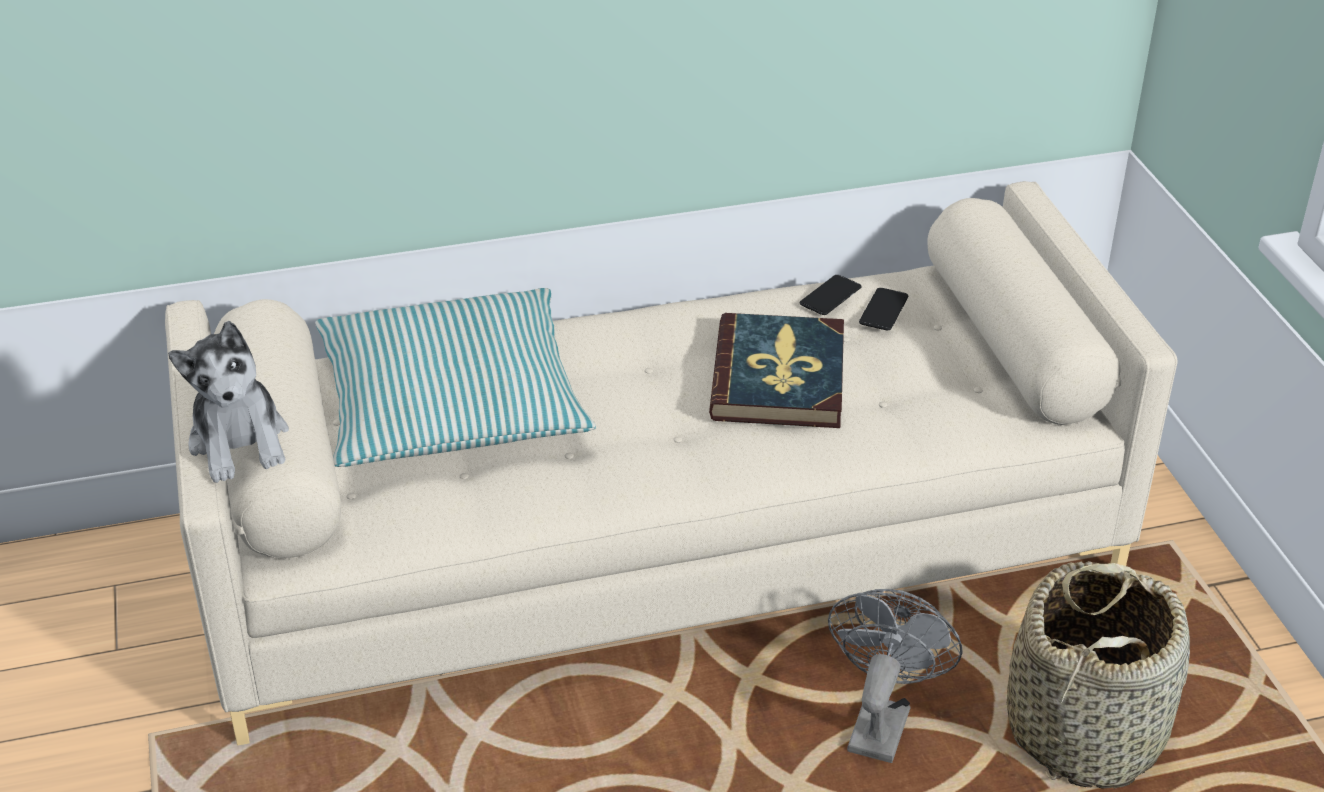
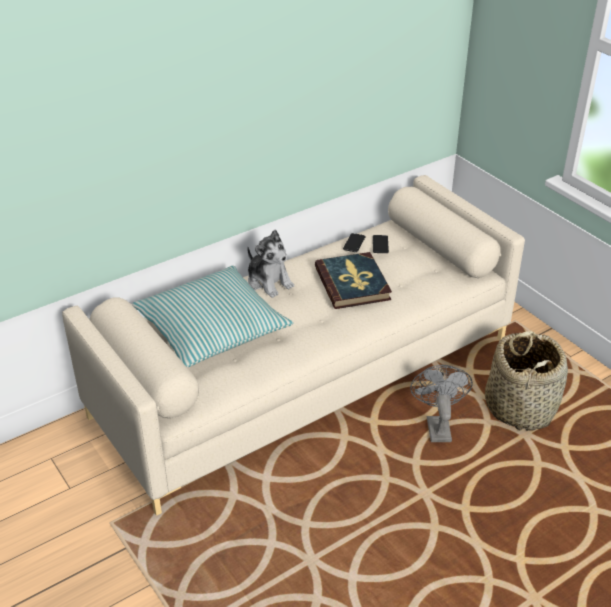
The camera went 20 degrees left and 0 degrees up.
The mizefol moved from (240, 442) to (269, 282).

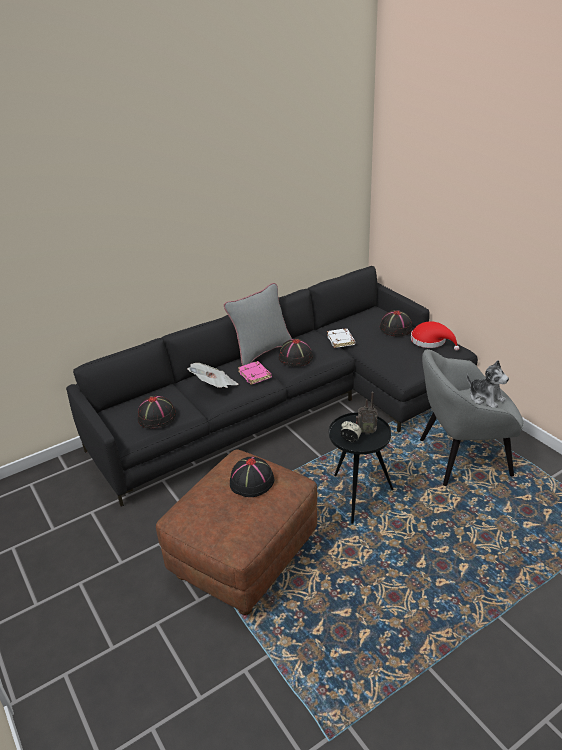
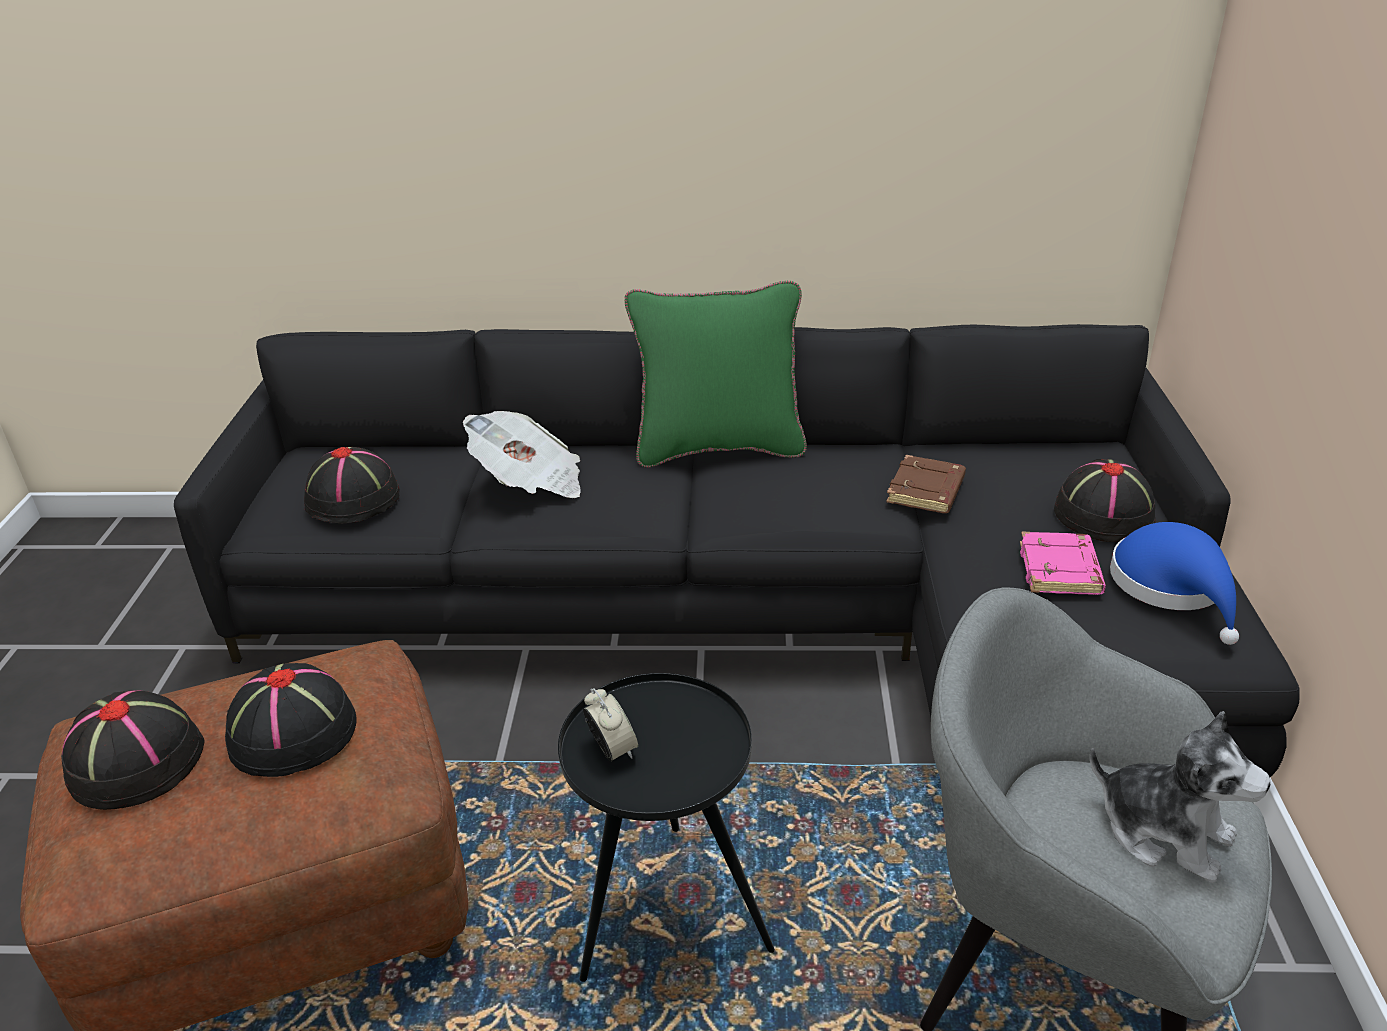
The camera went 35 degrees right and 0 degrees up.
The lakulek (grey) at (261, 351) became the lakulek (green) at (718, 447).
The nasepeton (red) at (431, 341) became the nasepeton (blue) at (1173, 586).
The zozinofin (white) at (341, 340) became the zozinofin (brown) at (926, 491).
The nasepeton (black) moved from (295, 357) to (134, 761).
The mizefol at (485, 398) turned 45 degrees counterclockwise.
The zozinofin (pink) moved from (255, 375) to (1061, 570).
The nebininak at (366, 431) disappeared.

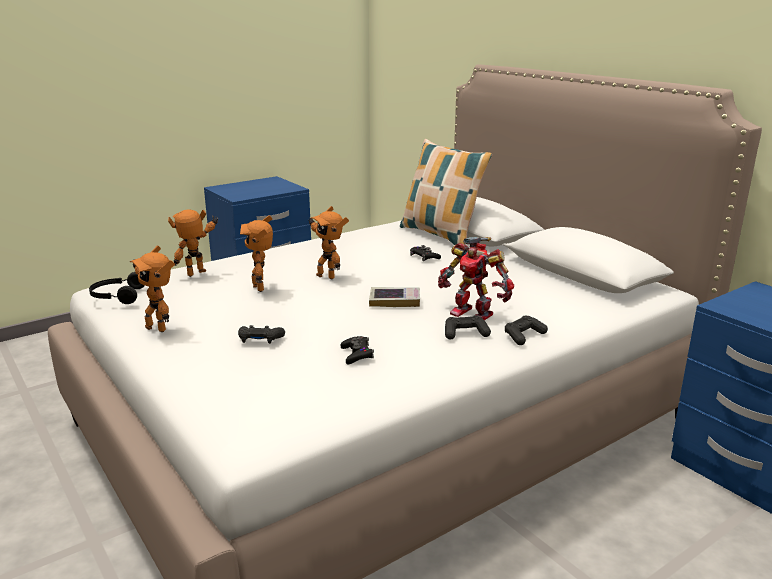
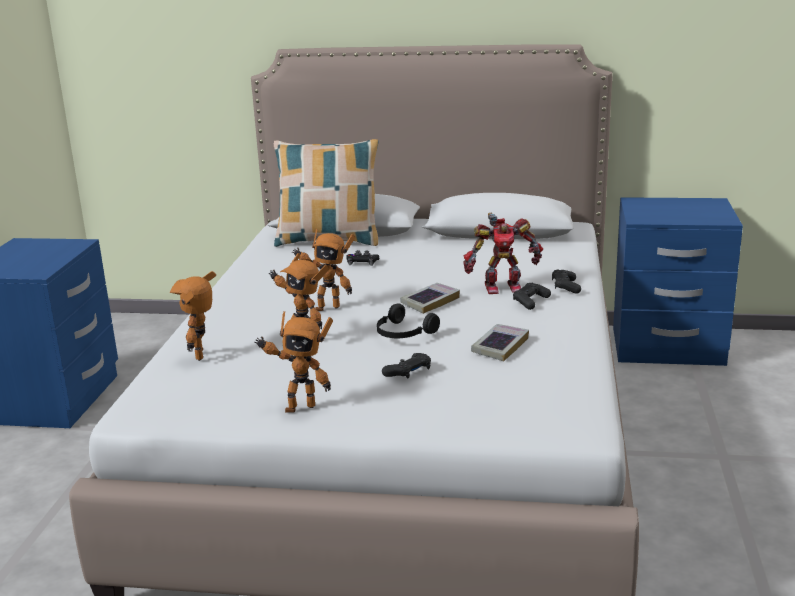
The camera went 45 degrees left and 0 degrees up.
The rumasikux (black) moved from (117, 296) to (403, 333).
The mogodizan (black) at (357, 354) was replaced by the zozinofin at (500, 346).

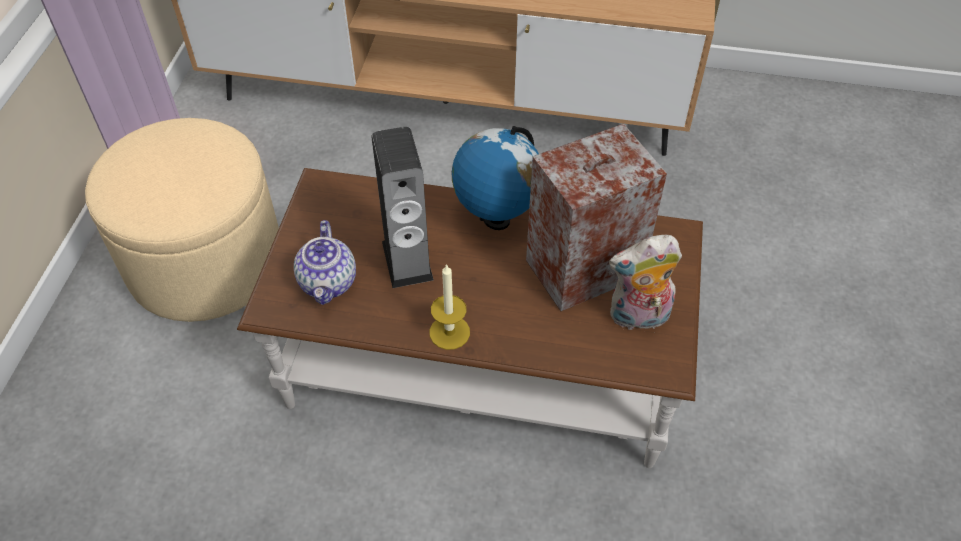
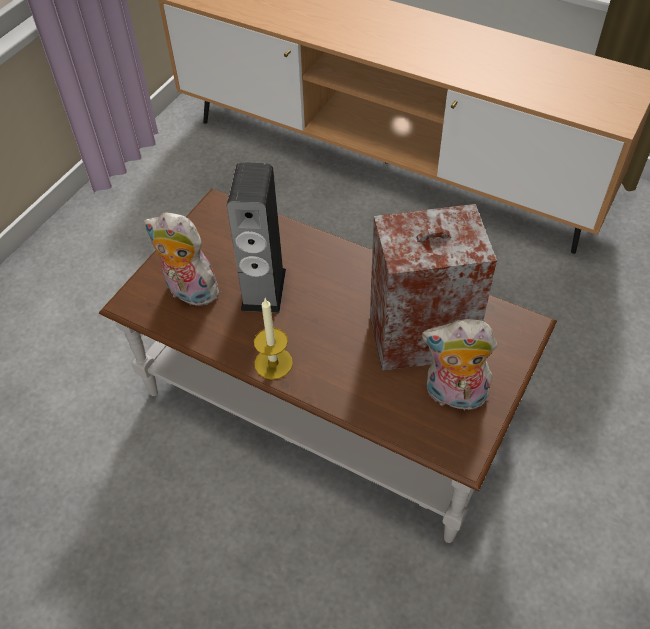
The camera went 20 degrees right and 0 degrees up.
The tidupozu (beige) at (206, 262) disappeared.
The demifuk at (496, 219) disappeared.
The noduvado at (329, 282) was replaced by the mizefol at (189, 292).

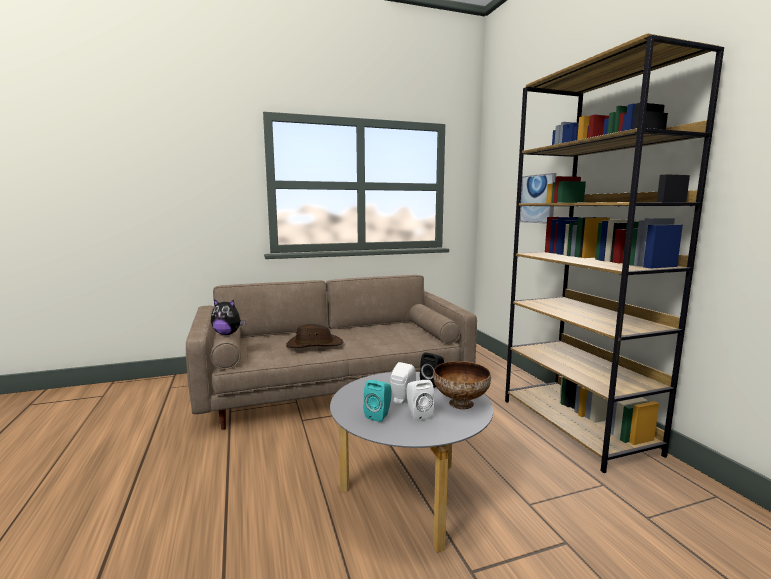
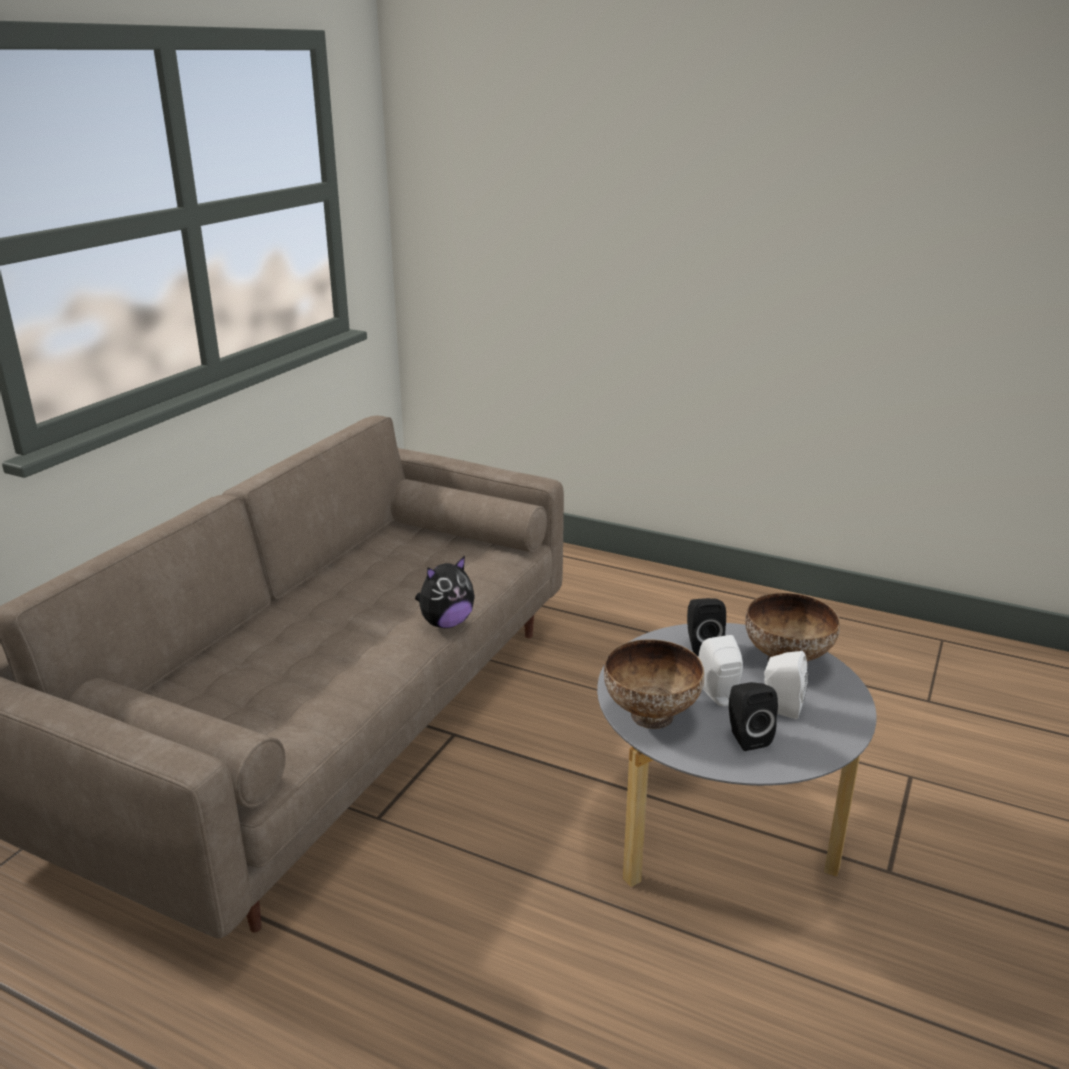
The camera went 45 degrees left and 15 degrees up.
The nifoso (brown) at (577, 426) disappeared.
The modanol at (538, 199) disappeared.
The mizefol moved from (227, 334) to (446, 623).
The nasepeton (brown) at (314, 344) disappeared.
The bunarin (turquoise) at (379, 415) became the bunarin (black) at (746, 737).
The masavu at (650, 715) appeared.

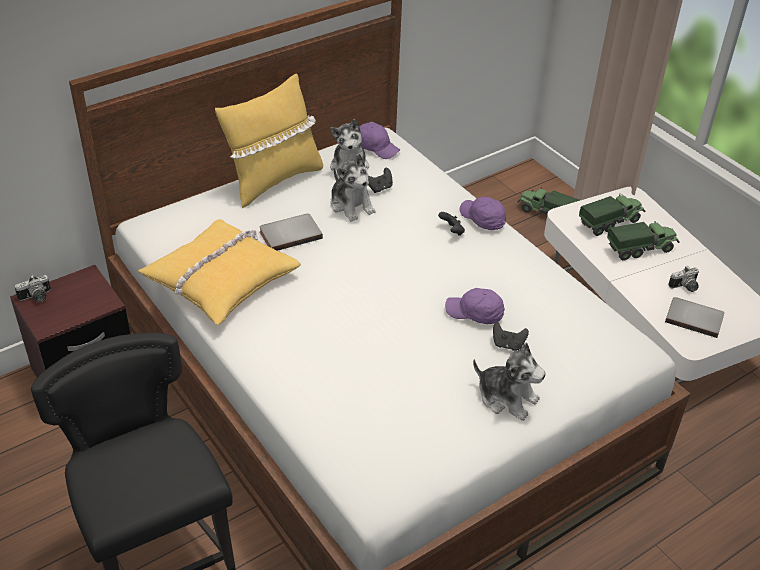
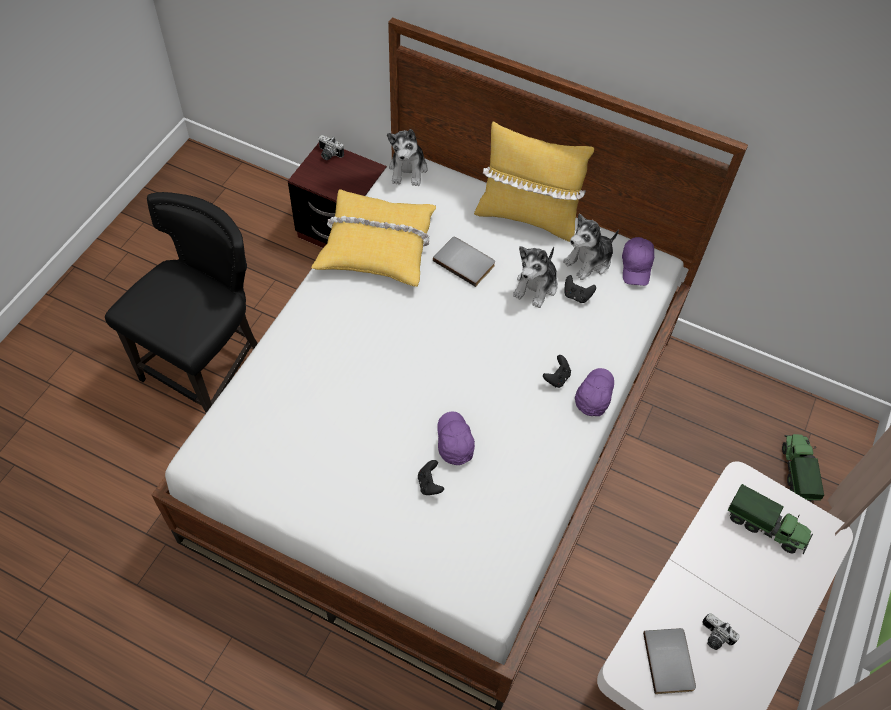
The camera went 60 degrees right and 15 degrees up.
The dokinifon at (641, 249) disappeared.
The mizefol moved from (506, 398) to (408, 169).

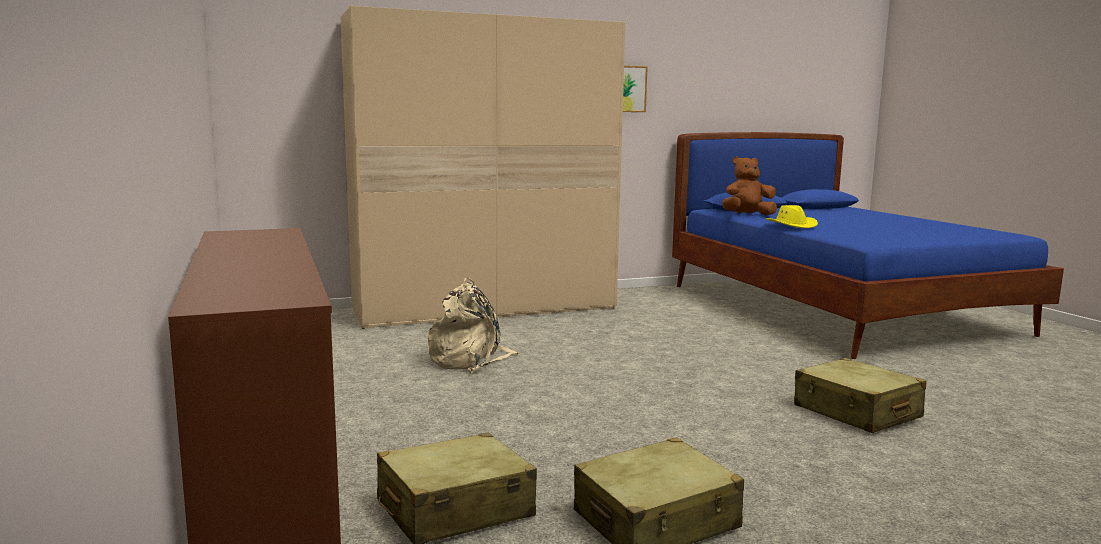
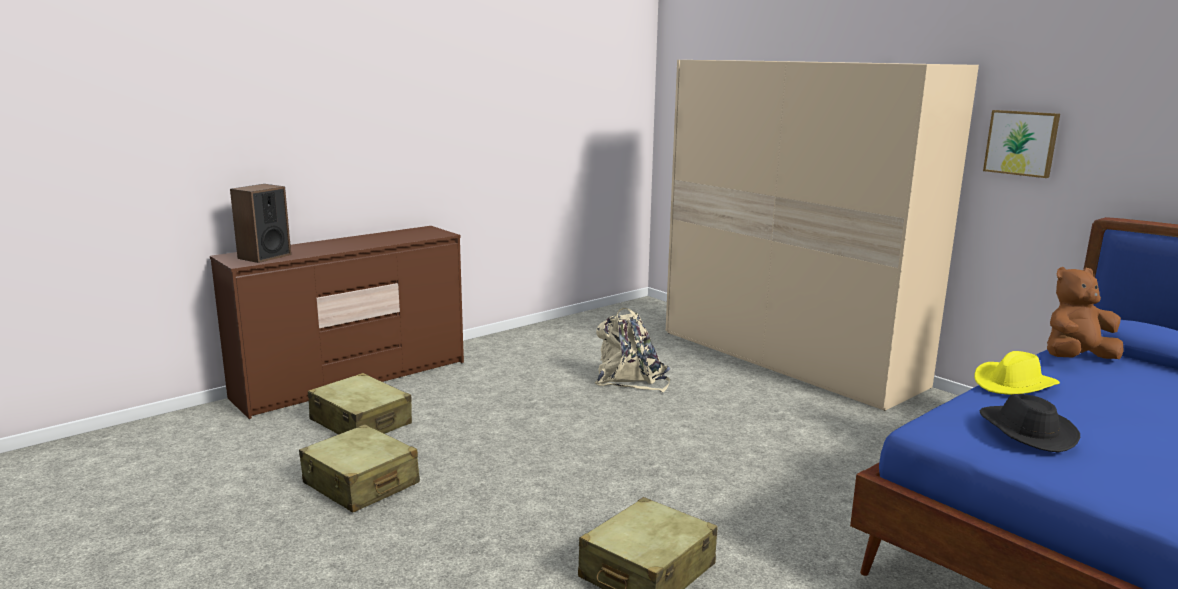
The camera went 70 degrees right and 5 degrees up.
The mizefol (brown) at (747, 215) turned 75 degrees counterclockwise.
The bunarin at (264, 256) appeared.
The nasepeton (black) at (1024, 431) appeared.

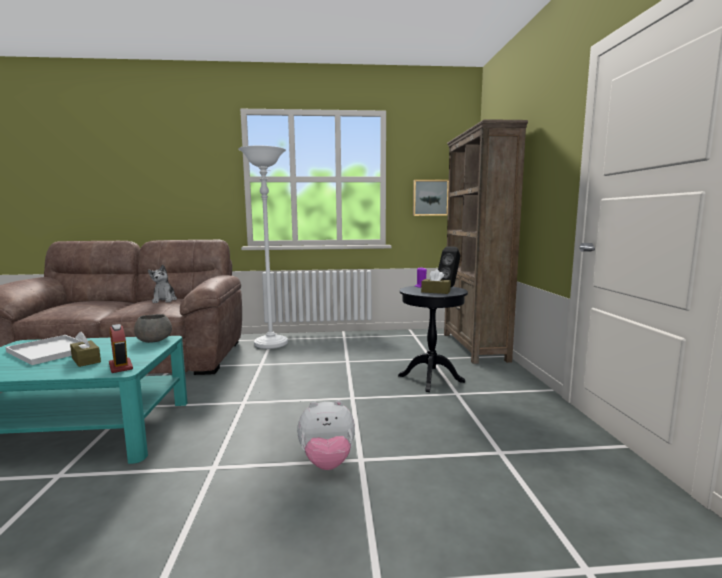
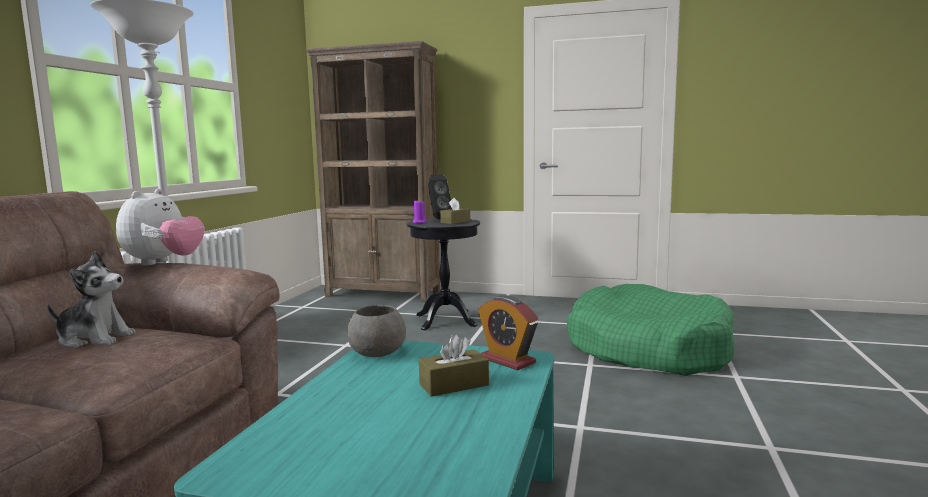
The camera went 70 degrees left and 0 degrees up.
The modanol at (430, 198) disappeared.
The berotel at (120, 366) turned 60 degrees clockwise.
The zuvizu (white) at (52, 351) disappeared.
The mizefol moved from (327, 462) to (164, 263).
The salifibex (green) at (647, 349) appeared.

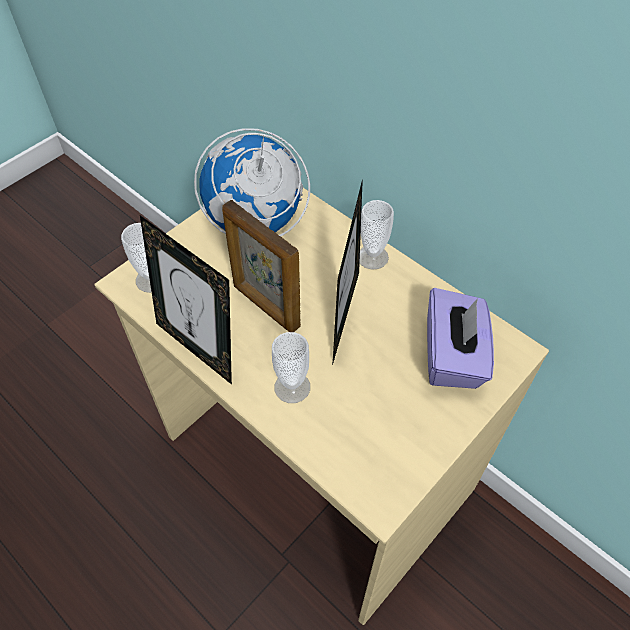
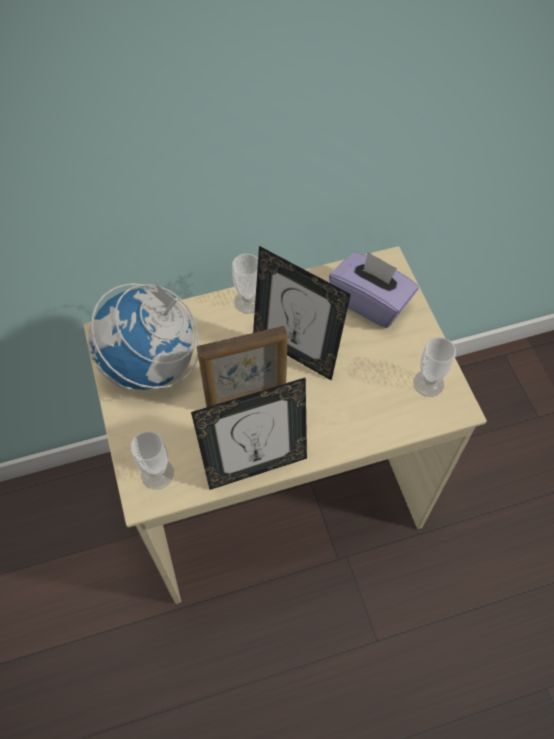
The camera went 60 degrees left and 5 degrees up.
The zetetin moved from (292, 387) to (428, 383).

